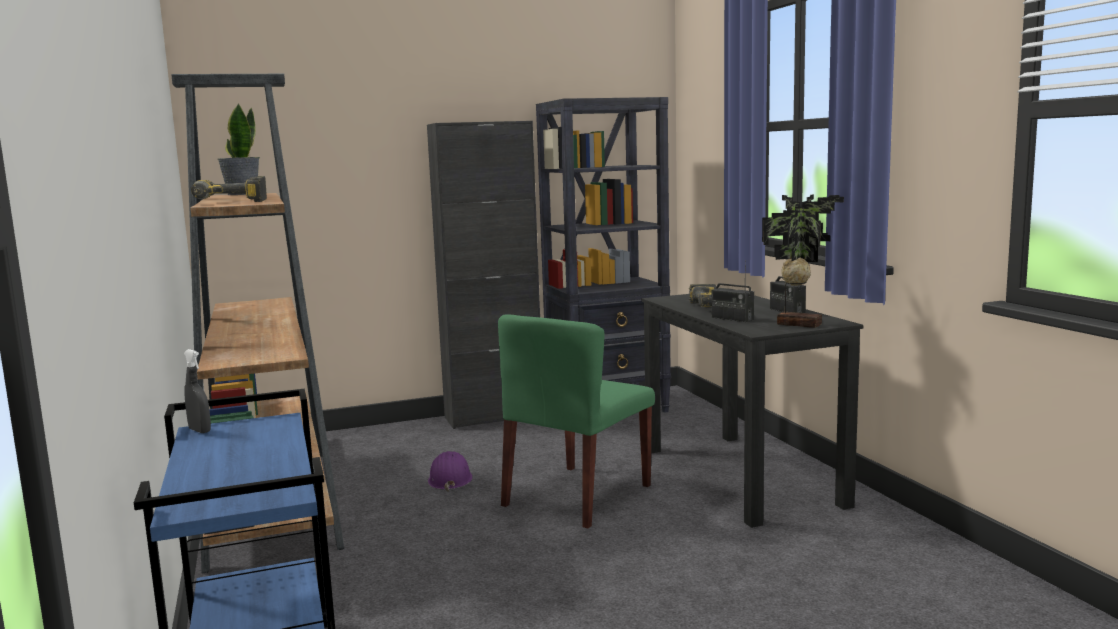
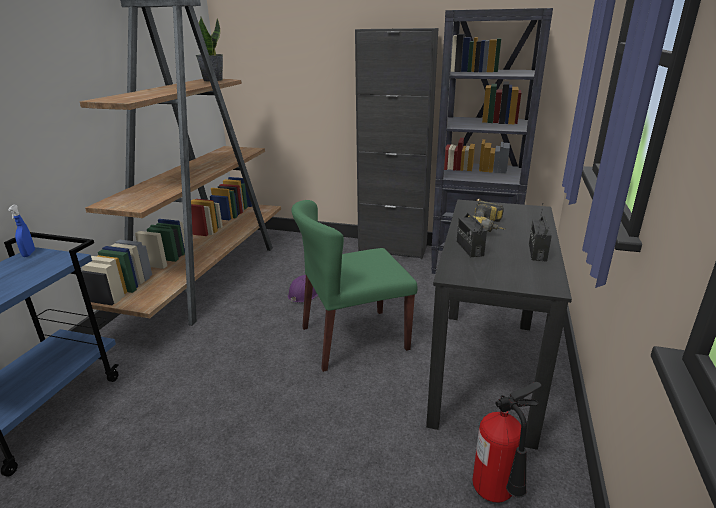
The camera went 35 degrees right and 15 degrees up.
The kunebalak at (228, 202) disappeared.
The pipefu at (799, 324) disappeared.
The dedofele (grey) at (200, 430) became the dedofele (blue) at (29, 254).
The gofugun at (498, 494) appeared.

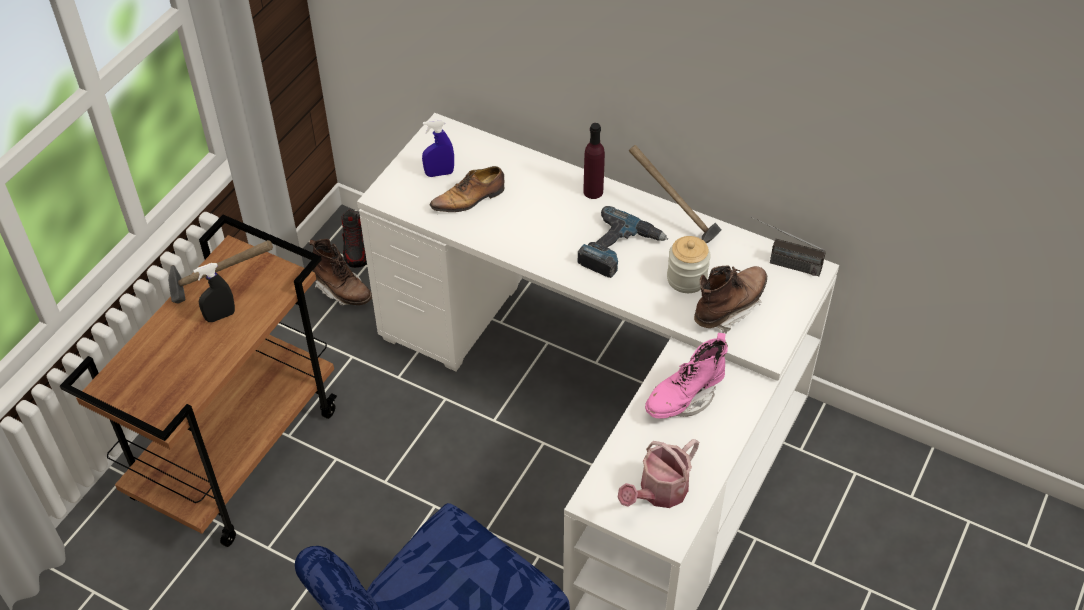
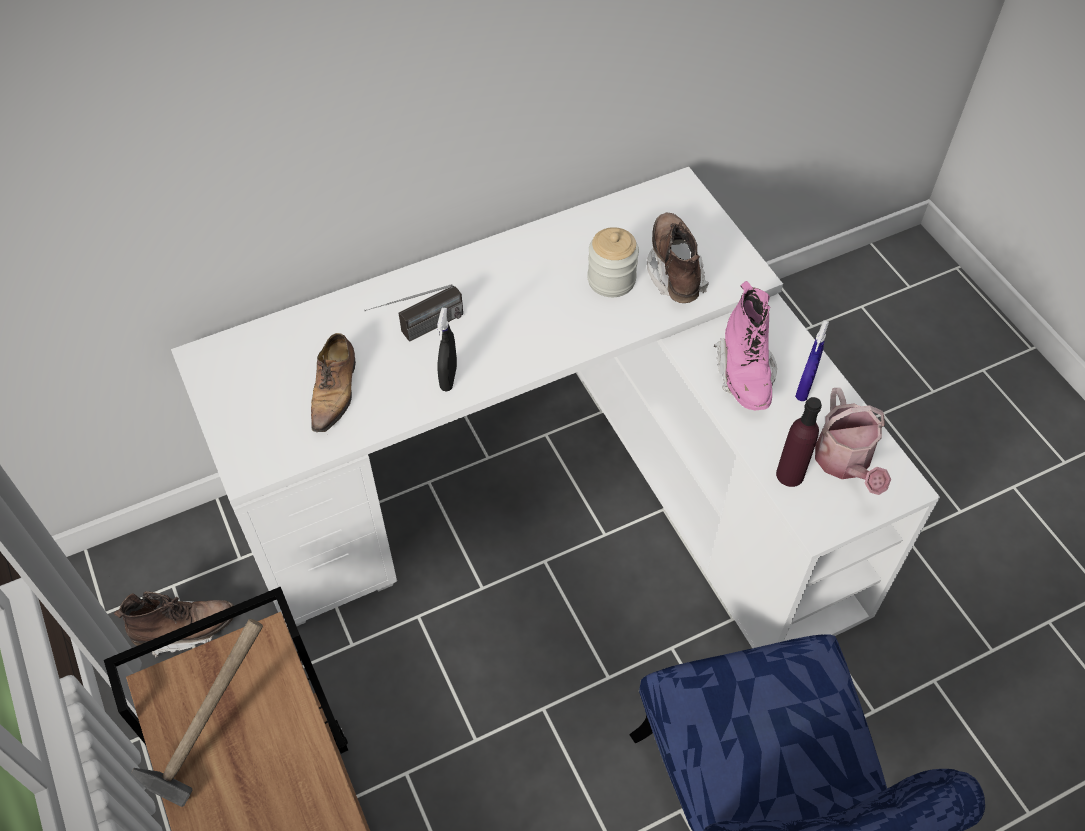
The camera went 55 degrees left and 5 degrees up.
The dedofele (blue) moved from (439, 173) to (804, 388).
The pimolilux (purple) moved from (593, 191) to (790, 474).
The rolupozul at (674, 223) disappeared.
The kunebalak at (619, 249) disappeared.
The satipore at (355, 249) disappeared.
The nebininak moved from (781, 263) to (418, 331).
The dedofele (black) moved from (220, 316) to (448, 378).

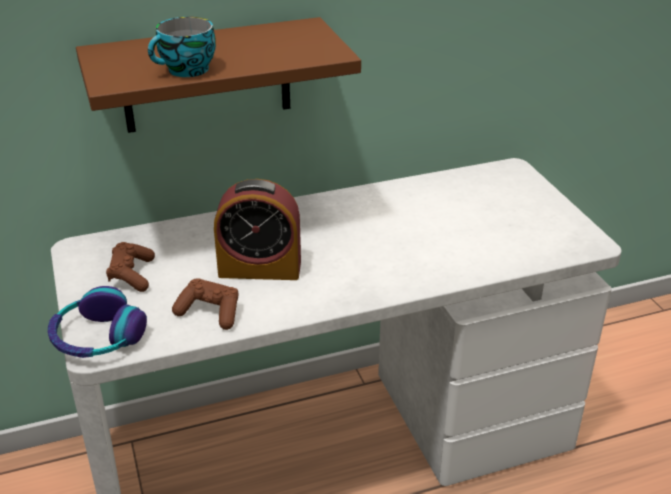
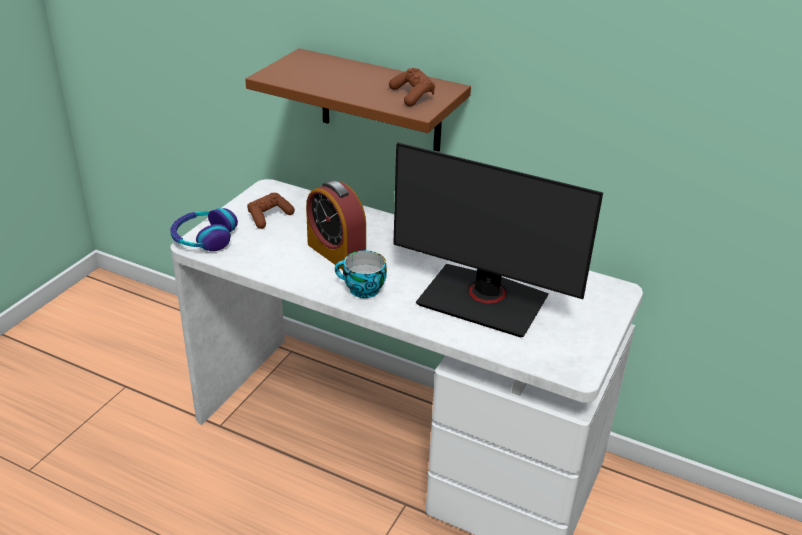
The camera went 45 degrees right and 0 degrees up.
The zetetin moved from (186, 71) to (362, 290).
The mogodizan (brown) moved from (210, 312) to (412, 96).
The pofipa at (483, 300) appeared.

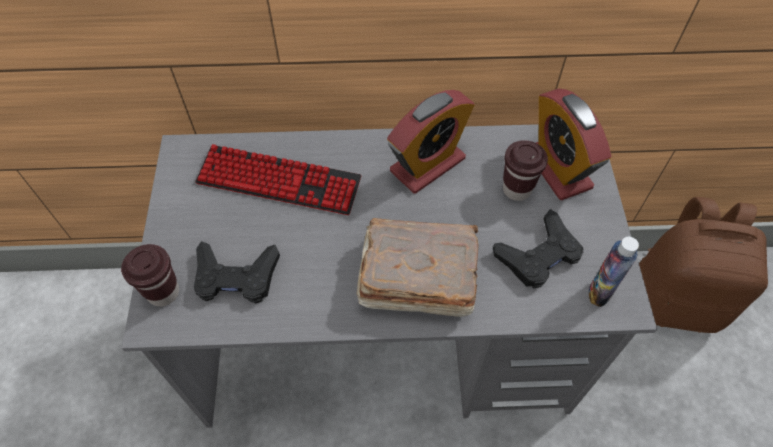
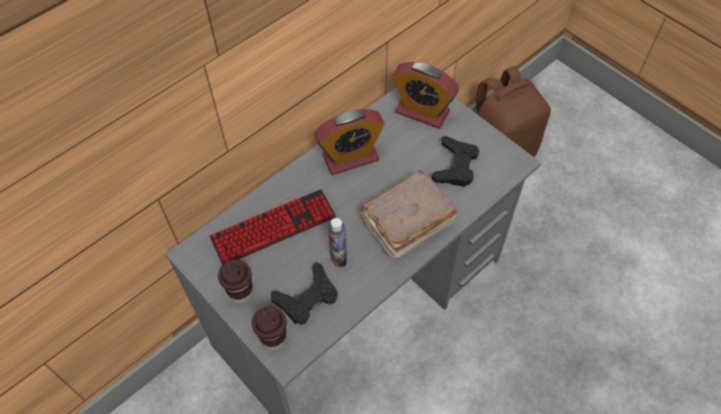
The camera went 40 degrees left and 0 degrees up.
The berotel at (427, 165) turned 60 degrees clockwise.
The zetetin (brown) moved from (516, 189) to (241, 293).
The pimolilux moved from (600, 291) to (338, 257).

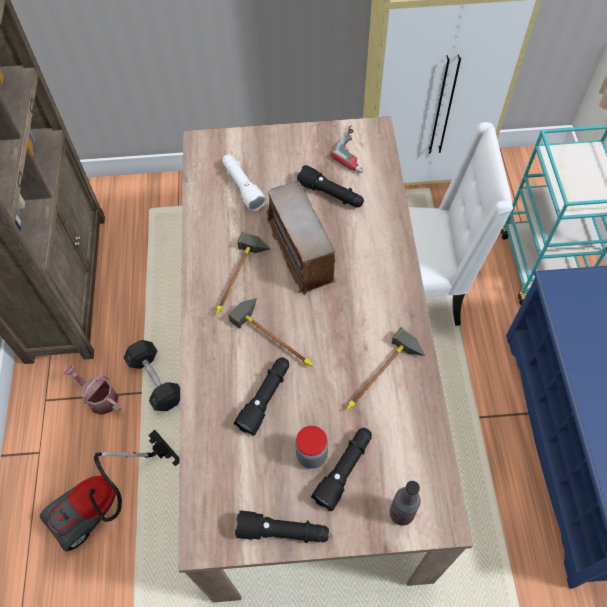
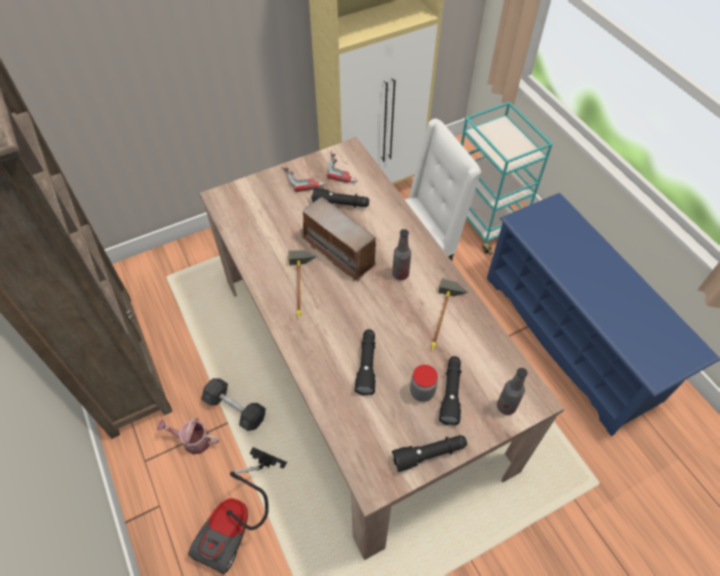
The camera went 25 degrees left and 5 degrees down.
The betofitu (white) at (242, 186) disappeared.
The rolupozul at (278, 336) disappeared.
The kunebalak at (303, 178) appeared.
The pimolilux at (400, 274) appeared.

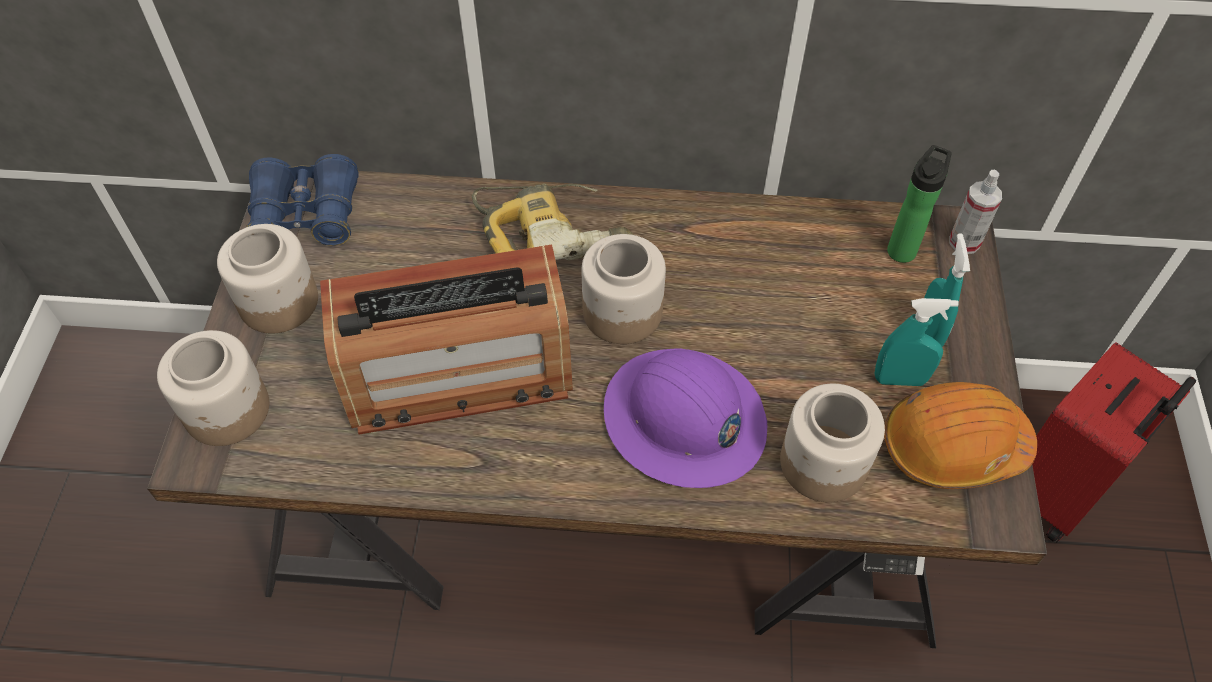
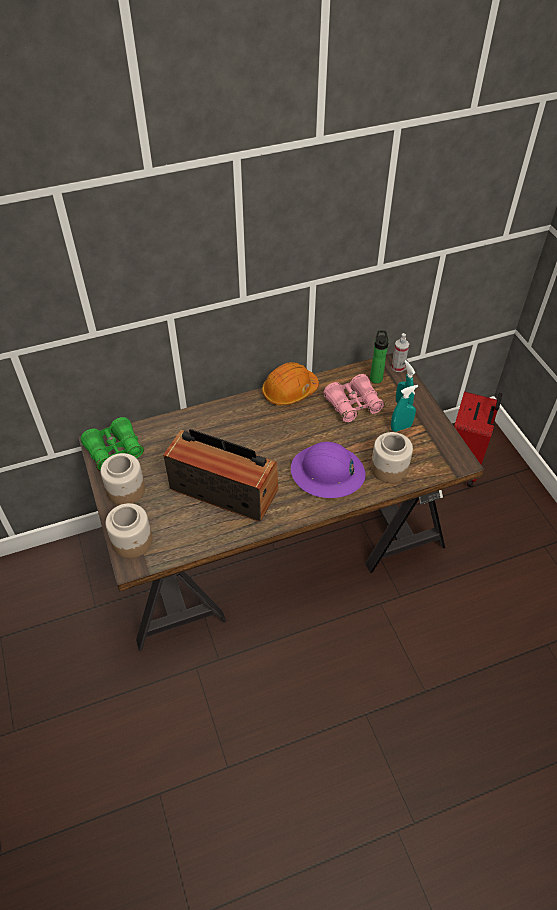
The camera went 25 degrees left and 5 degrees down.
The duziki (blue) at (306, 216) became the duziki (green) at (114, 450).
The kunebalak at (553, 231) disappeared.
The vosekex at (621, 312) disappeared.
The nebininak at (457, 372) turned 120 degrees counterclockwise.
The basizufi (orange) moved from (953, 446) to (289, 391).
The duziki (pink) at (353, 405) appeared.

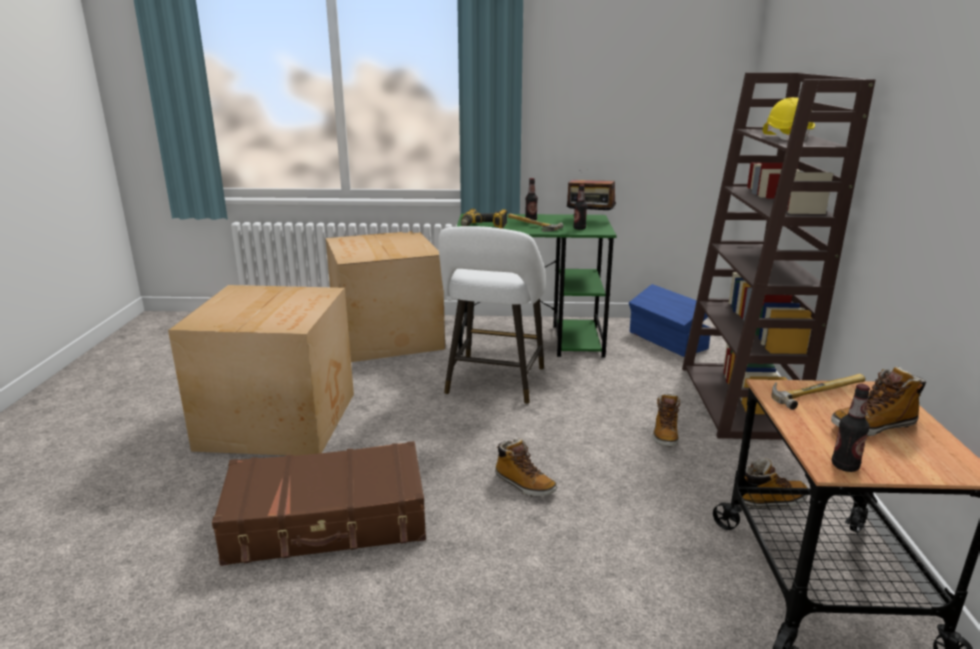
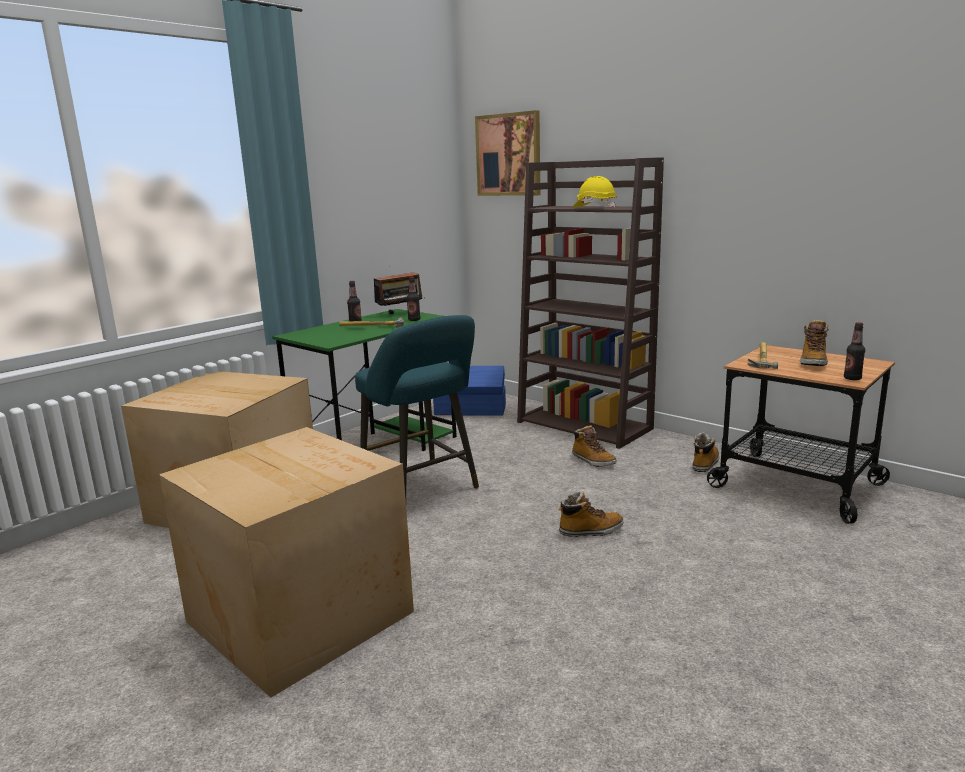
The camera went 50 degrees left and 5 degrees down.
The kunebalak at (483, 226) disappeared.
The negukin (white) at (494, 384) became the negukin (turquoise) at (422, 489).
The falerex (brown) at (327, 521) disappeared.
The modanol at (508, 155) appeared.

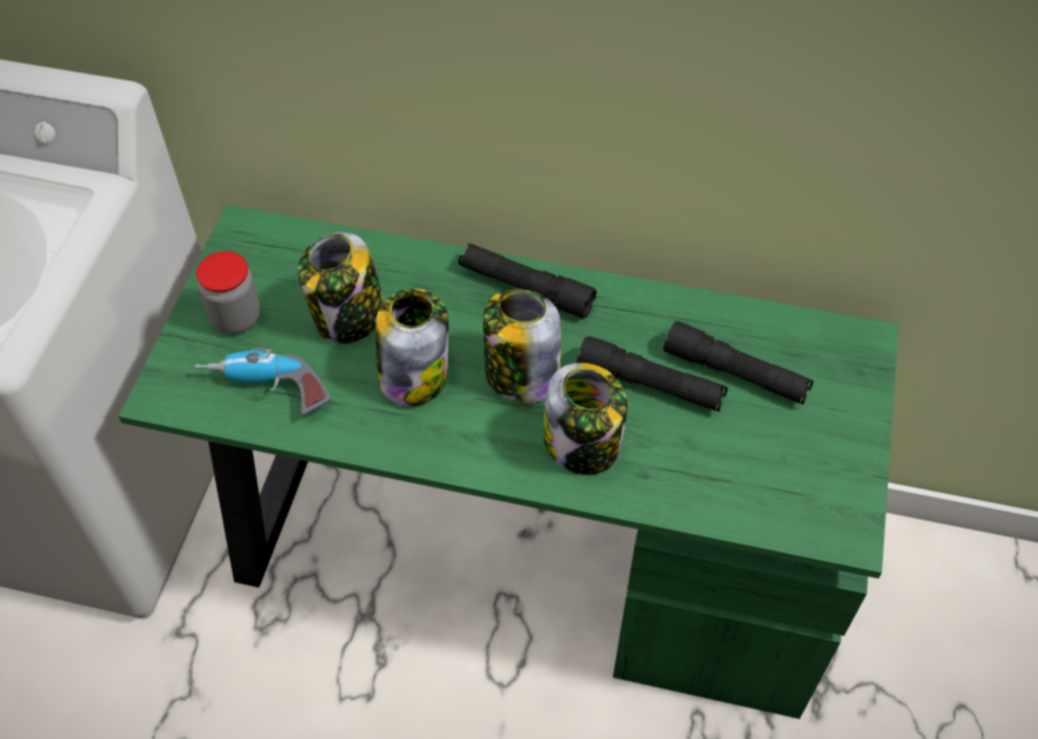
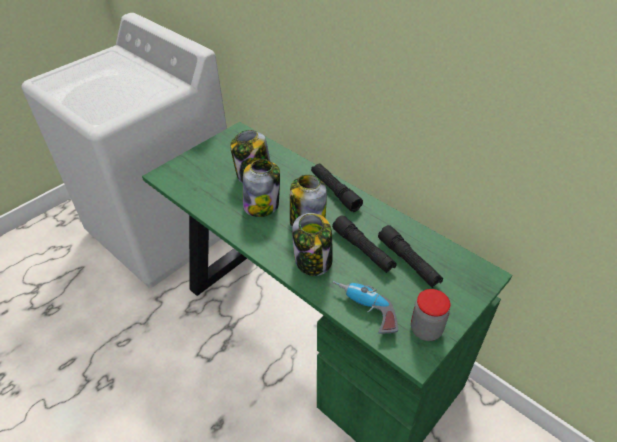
The camera went 30 degrees right and 10 degrees down.
The vosekex moved from (236, 318) to (426, 329).
The kunebalak moved from (266, 391) to (364, 310).

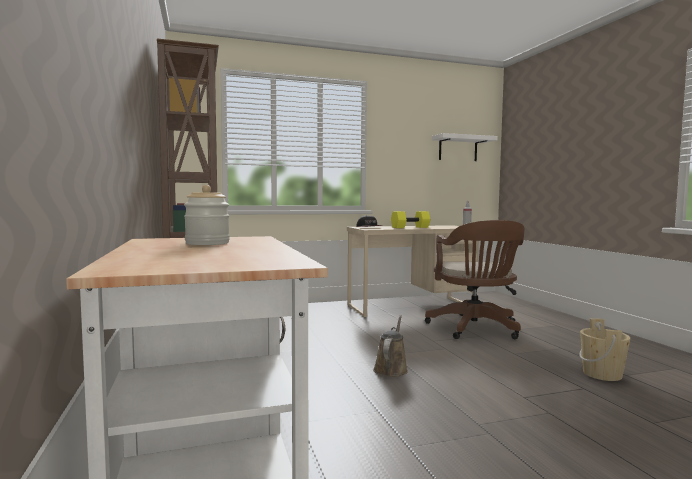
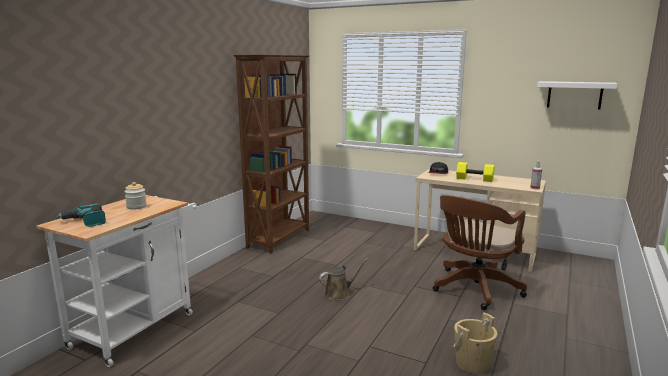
The camera went 45 degrees right and 10 degrees up.
The kunebalak at (85, 222) appeared.

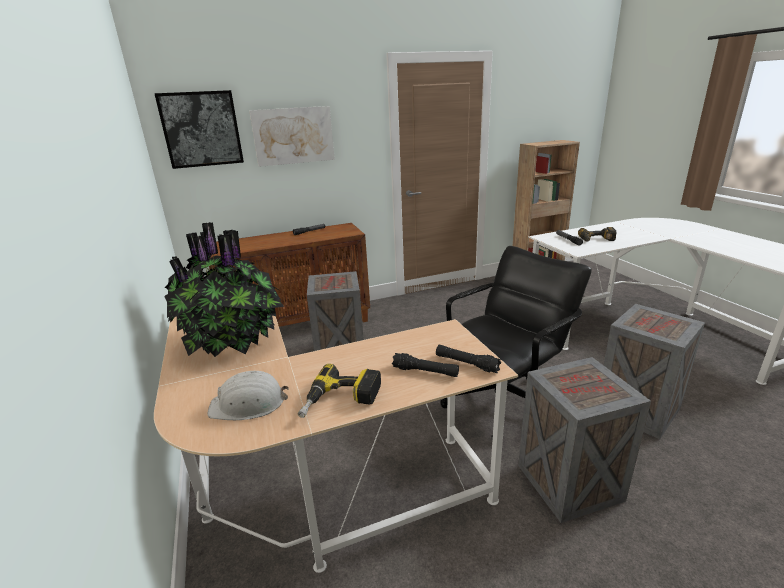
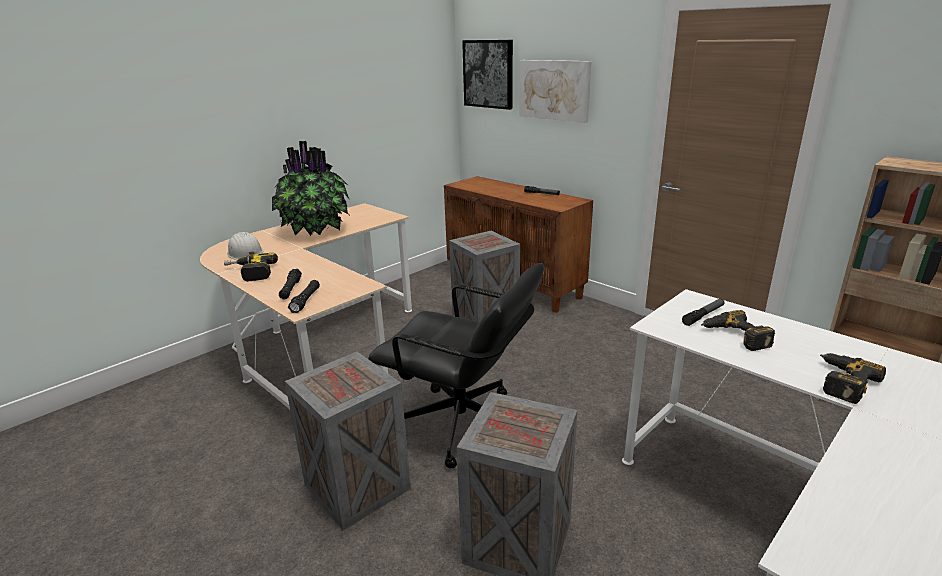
The camera went 65 degrees right and 0 degrees up.
The kunebalak at (840, 381) appeared.

